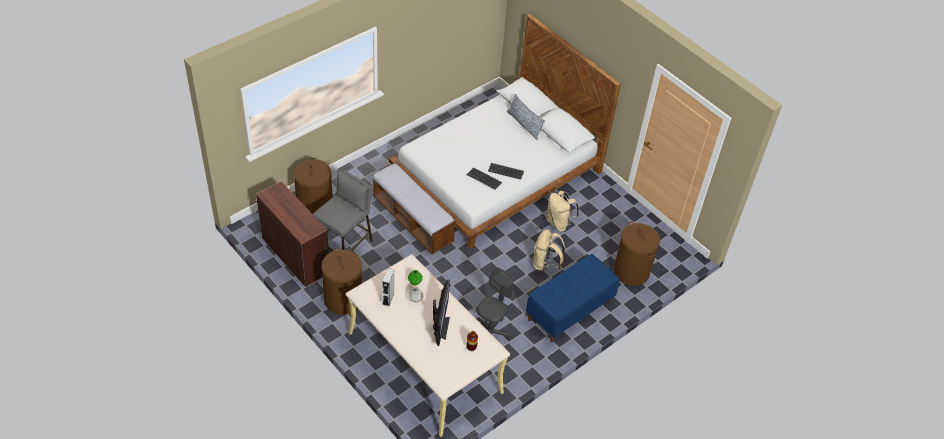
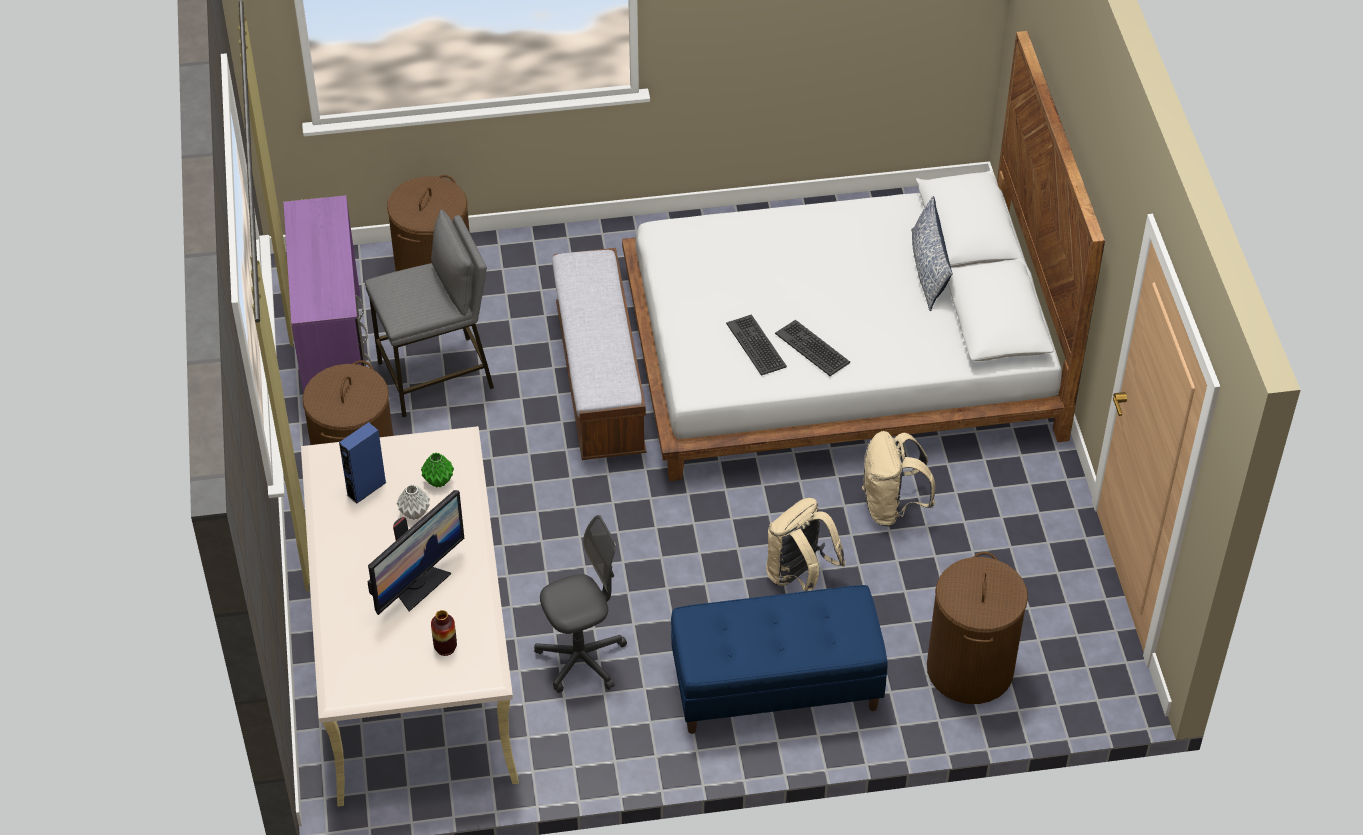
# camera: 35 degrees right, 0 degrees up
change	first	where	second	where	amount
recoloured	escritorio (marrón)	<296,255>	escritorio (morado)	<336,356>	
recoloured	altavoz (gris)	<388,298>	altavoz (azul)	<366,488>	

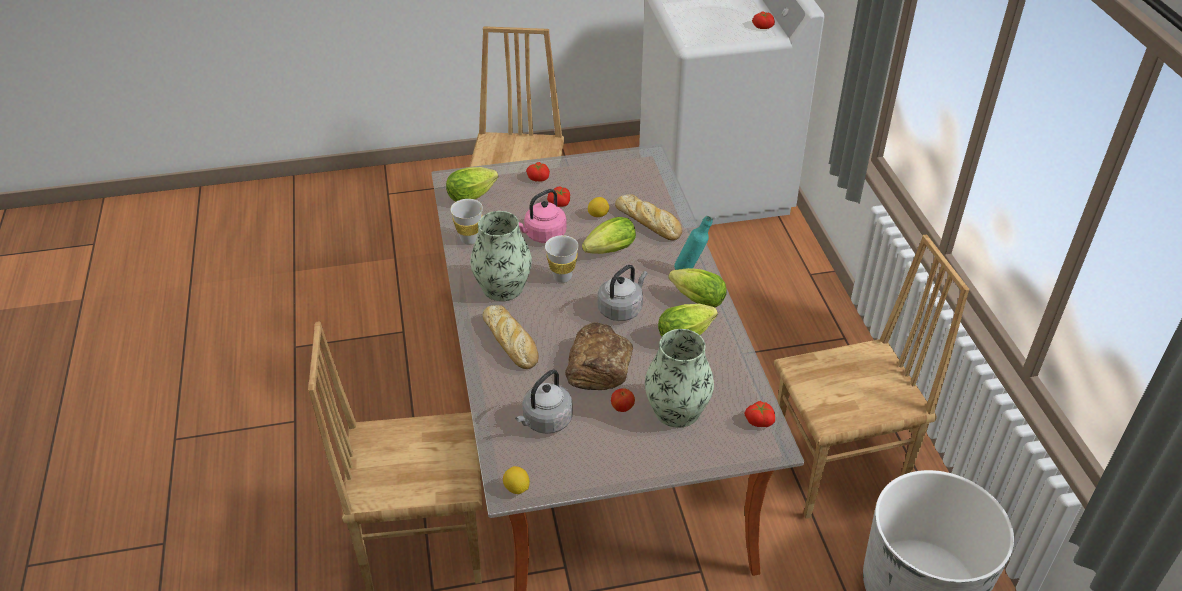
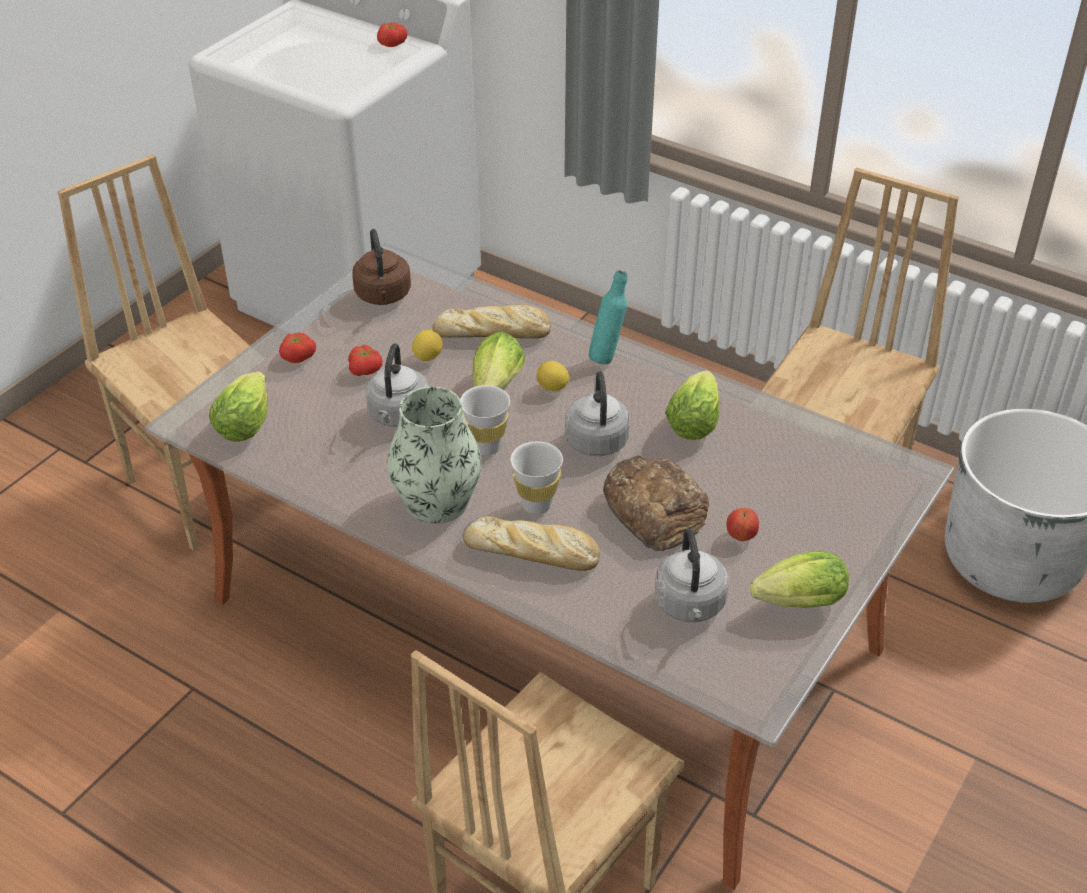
# camera: 45 degrees left, 0 degrees up
change	first	where	second	where	amount
moved	taza (blanco)	<469,239>		<536,505>	
moved	limón	<516,488>		<552,388>	
recoloured	hervidor (rosa)	<543,235>	hervidor (gris)	<398,416>	
removed	florero	<677,410>			
moved	lechuga	<694,299>		<795,603>	
removed	tomate	<759,420>			
added			hervidor (marrón)	<383,296>	

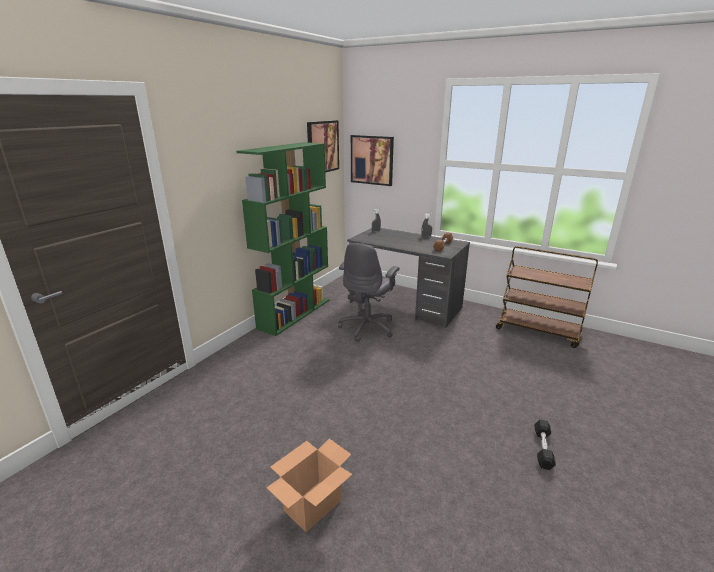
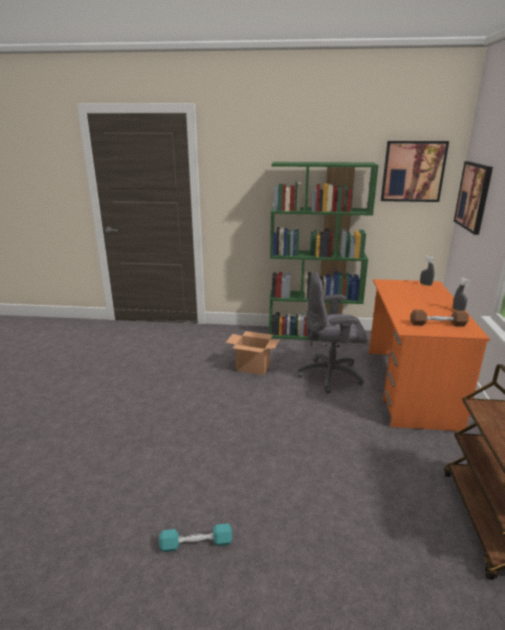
# camera: 65 degrees right, 0 degrees up
change	first	where	second	where	amount
moved	caja de cartón	<312,506>		<252,367>	
recoloured	escritorio (gris)	<405,305>	escritorio (naranja)	<409,387>	
recoloured	mancuerna (negro)	<543,449>	mancuerna (turquesa)	<196,544>	

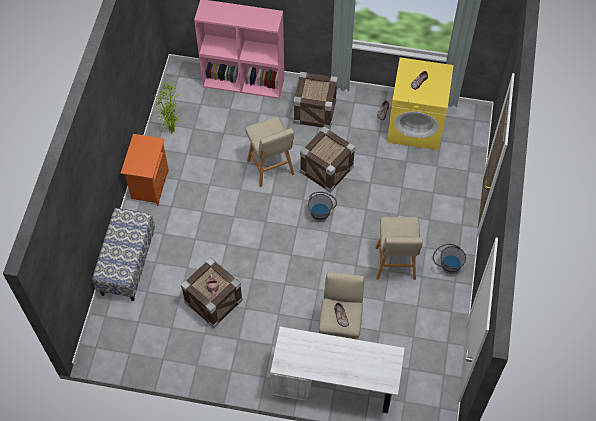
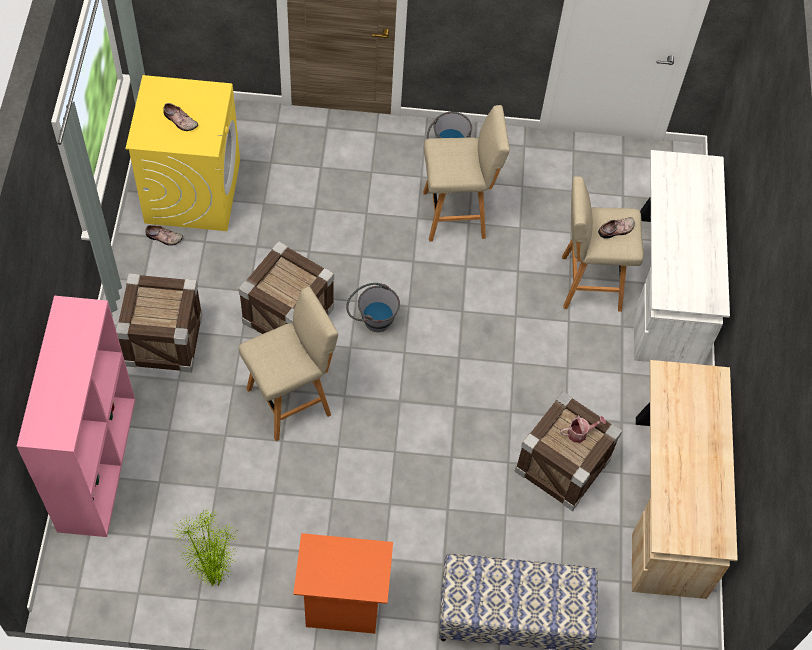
# camera: 100 degrees left, 0 degrees up
change	first	where	second	where	amount
added			escritorio (beis)	<669,500>	

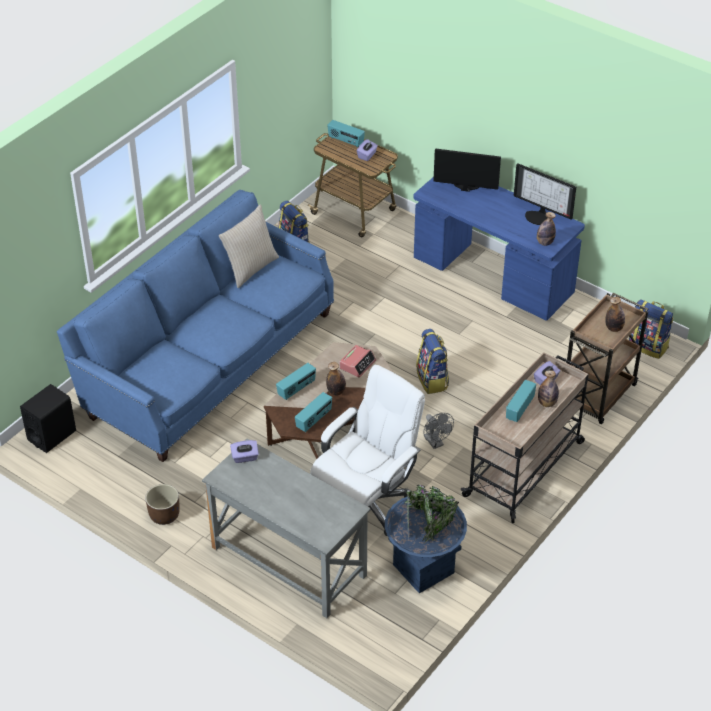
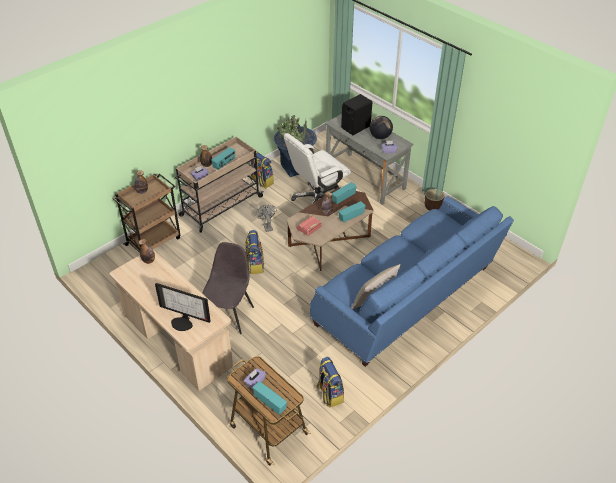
# camera: 170 degrees left, 0 degrees up
change	first	where	second	where	amount
moved	altavoz (negro)	<52,435>		<355,127>	
recoloured	escritorio (azul)	<493,276>	escritorio (beis)	<177,341>	
removed	monitor	<539,216>			
moved	mochila	<648,346>		<261,181>	
added			silla (gris)	<229,314>	
added			globo terráqueo	<380,137>	

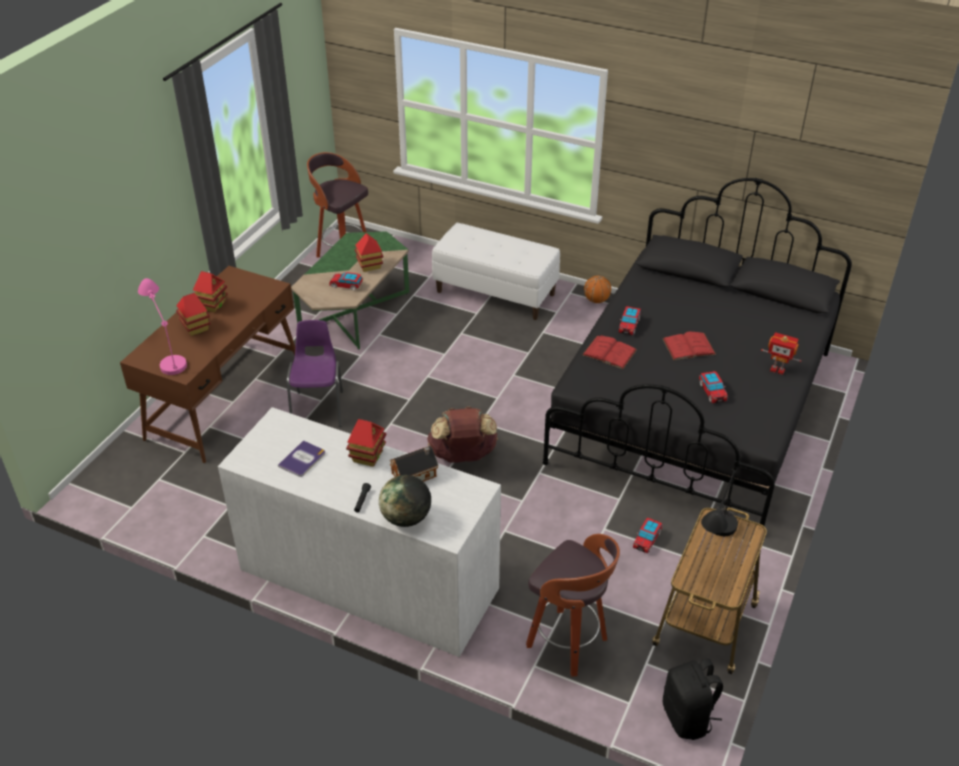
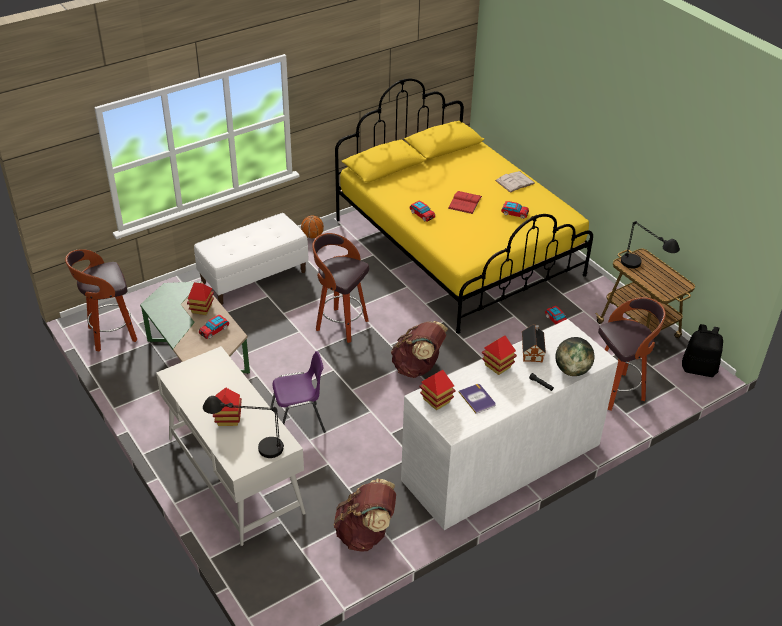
# camera: 60 degrees left, 0 degrees up
change	first	where	second	where	amount
recoloured	escritorio (marrón)	<225,398>	escritorio (blanco)	<235,474>	
recoloured	lámpara de mesa (rosa)	<167,353>	lámpara de mesa (negro)	<248,447>	
moved	casita	<212,305>		<436,400>	
turned	silla (morado)	<318,408>		<299,422>	135 degrees clockwise
recoloured	cama (negro)	<693,407>	cama (amarillo)	<457,247>	
removed	libro (rojo)	<609,352>			
replaced	robot de juguete	<777,369>	libro (blanco)	<515,182>	
added			taburete	<340,325>	
added			mochila (marrón)	<365,534>	

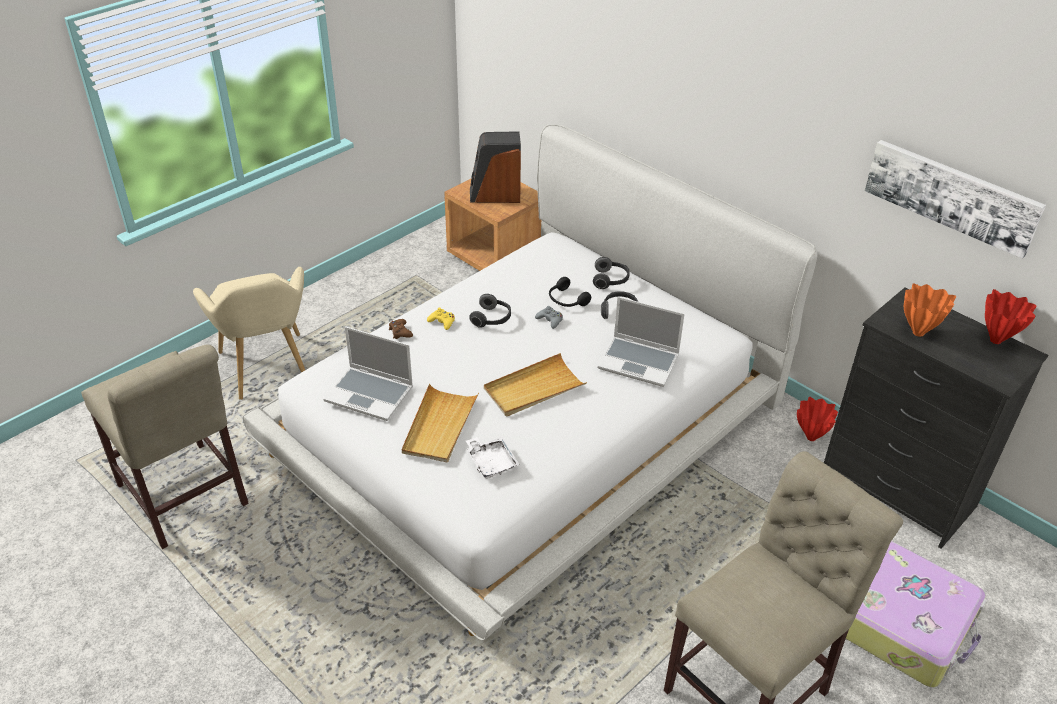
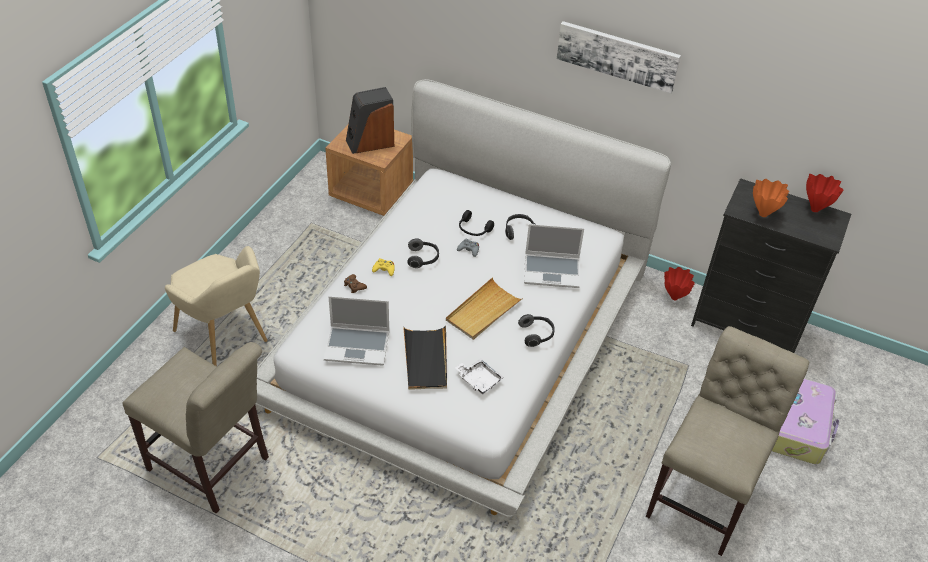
# camera: 20 degrees left, 5 degrees up
change	first	where	second	where	amount
recoloured	bandeja (beis)	<439,426>	bandeja (negro)	<426,360>	
moved	auriculares	<611,280>		<536,335>	
moved	cuadro	<951,196>		<617,55>	

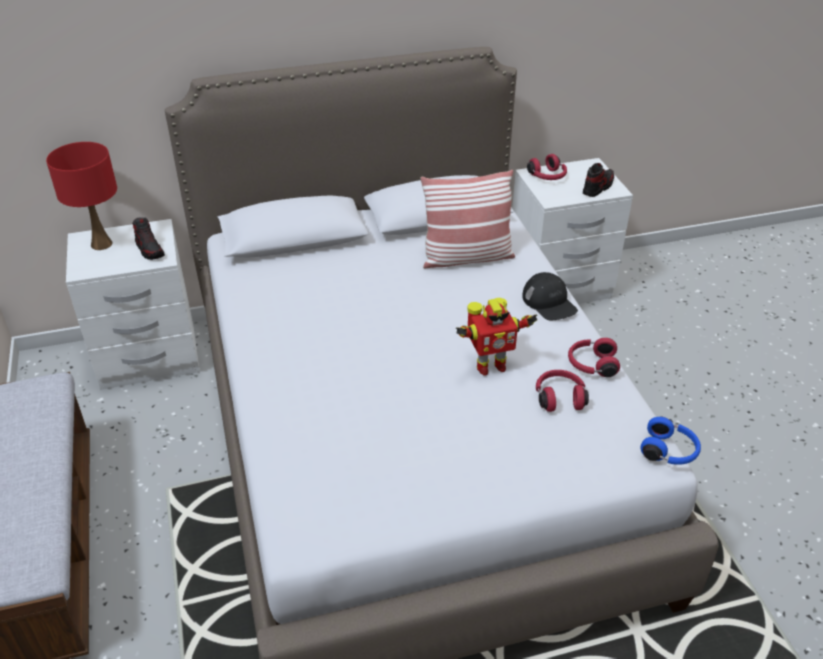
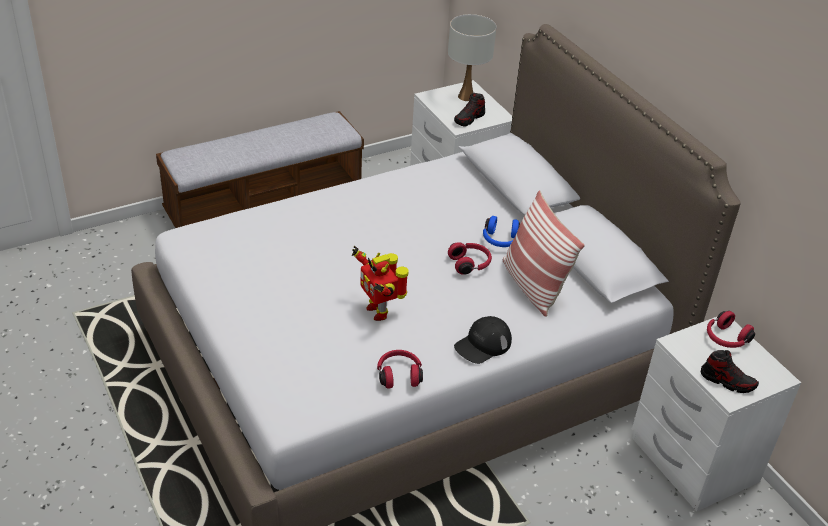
# camera: 75 degrees right, 0 degrees up
change	first	where	second	where	amount
recoloured	lámpara de mesa (rojo)	<101,244>	lámpara de mesa (blanco)	<466,96>	
moved	auriculares (rojo)	<559,397>		<470,264>	
moved	auriculares (azul)	<669,451>		<501,240>	

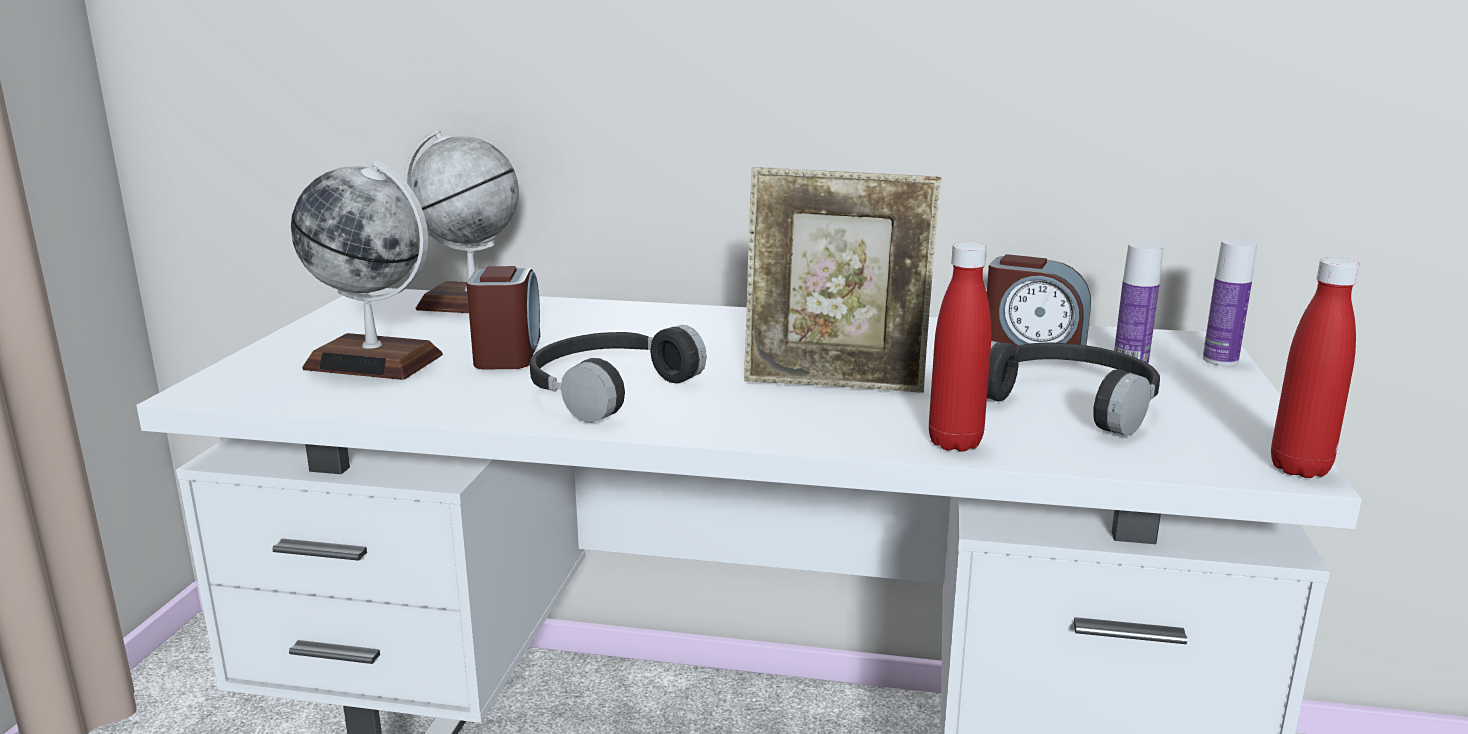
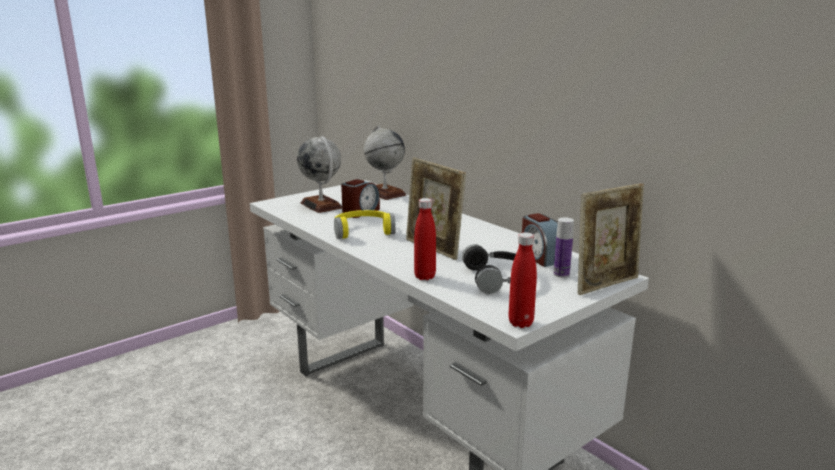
# camera: 40 degrees right, 0 degrees up
change	first	where	second	where	amount
recoloured	auriculares (negro)	<606,389>	auriculares (amarillo)	<363,231>	
replaced	botella	<1220,360>	portarretratos	<606,284>	

